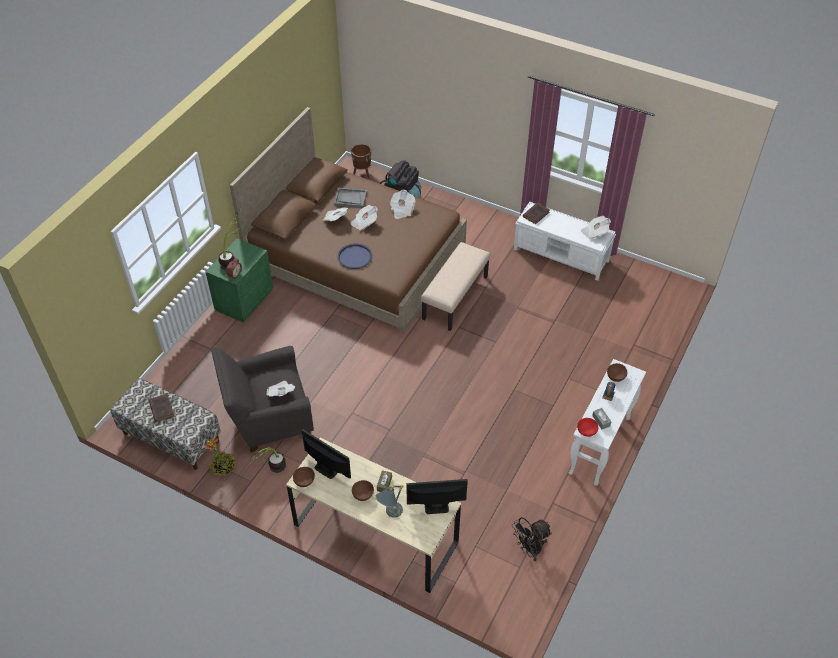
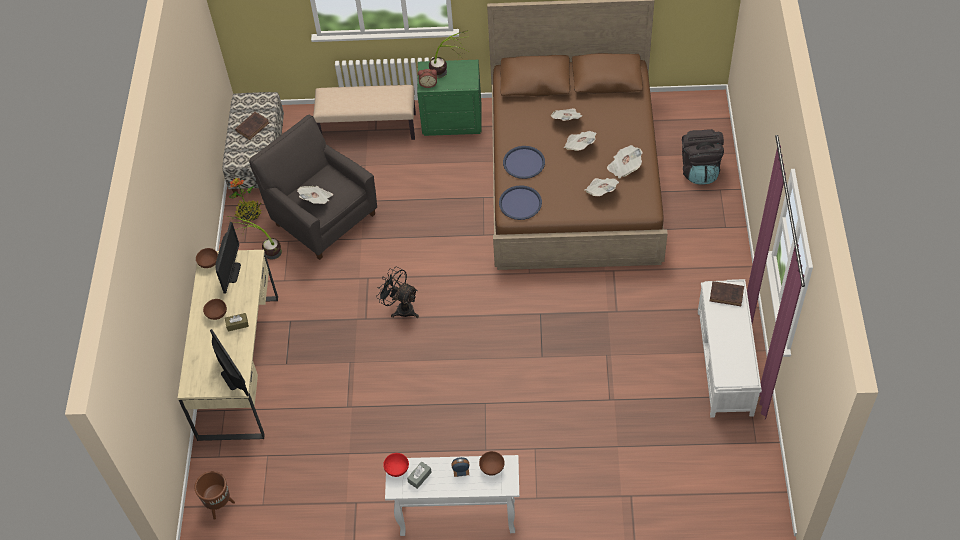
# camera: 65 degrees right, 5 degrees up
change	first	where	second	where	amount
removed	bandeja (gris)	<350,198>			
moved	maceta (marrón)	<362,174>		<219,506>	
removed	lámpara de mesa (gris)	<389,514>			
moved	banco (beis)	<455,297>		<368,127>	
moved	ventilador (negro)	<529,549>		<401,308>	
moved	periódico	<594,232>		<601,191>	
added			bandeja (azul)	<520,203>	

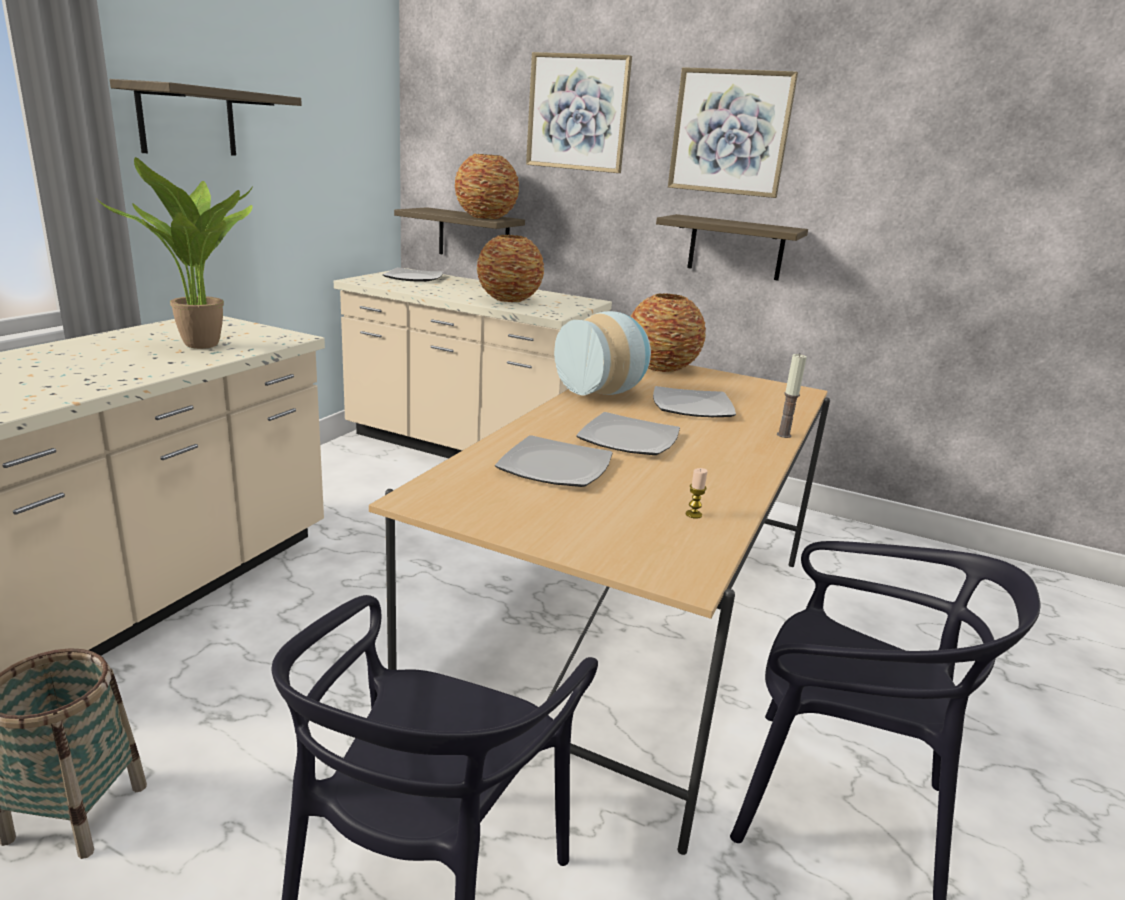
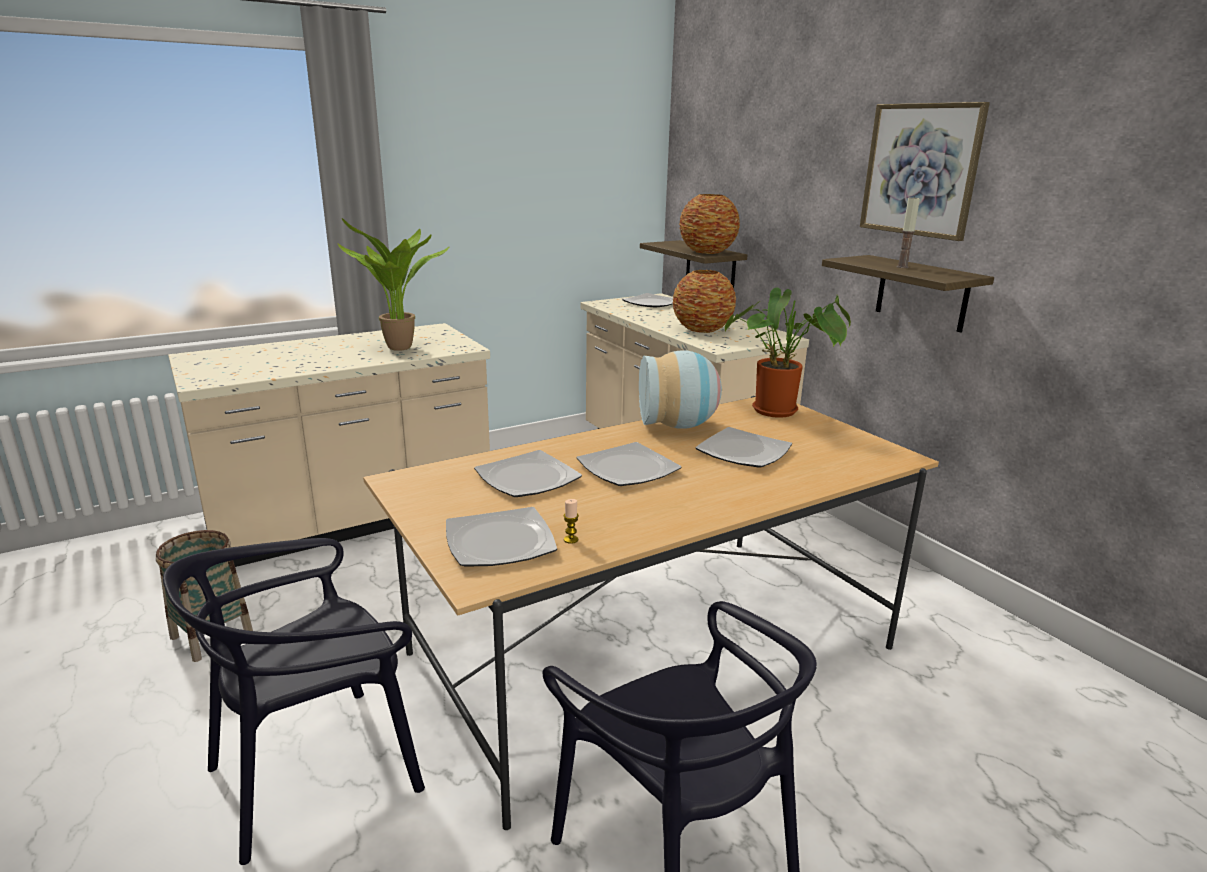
# camera: 35 degrees right, 0 degrees up
change	first	where	second	where	amount
removed	estante	<187,121>			
removed	cuadro	<577,113>			
replaced	florero	<662,368>	planta en maceta	<780,411>	
moved	vela	<783,435>		<902,267>	
added			plato	<500,541>	

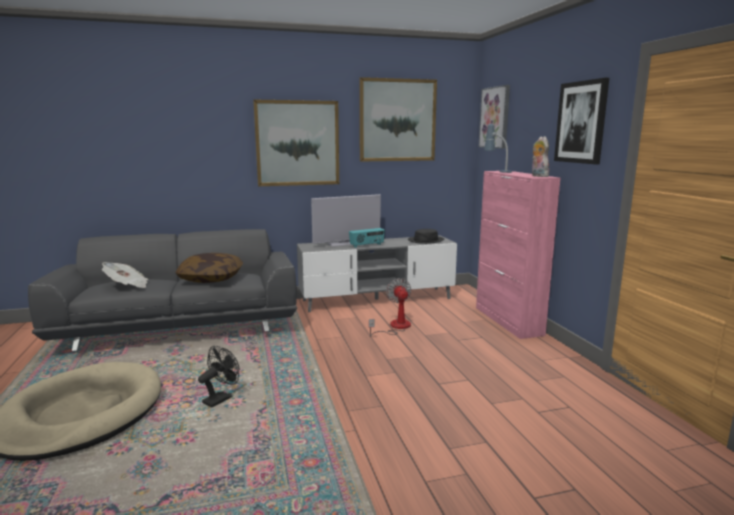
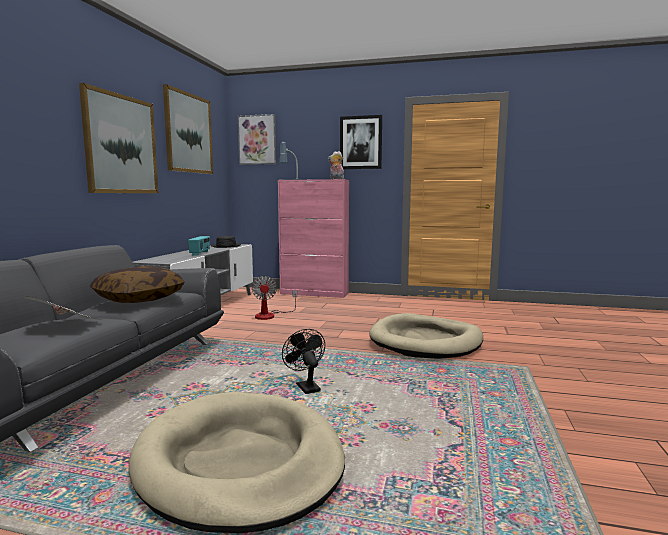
# camera: 60 degrees left, 5 degrees down
change	first	where	second	where	amount
removed	televisor	<346,243>			
turned	ventilador	<395,327>		<270,315>	120 degrees counterclockwise
added			cama para perro (beis)	<426,341>	

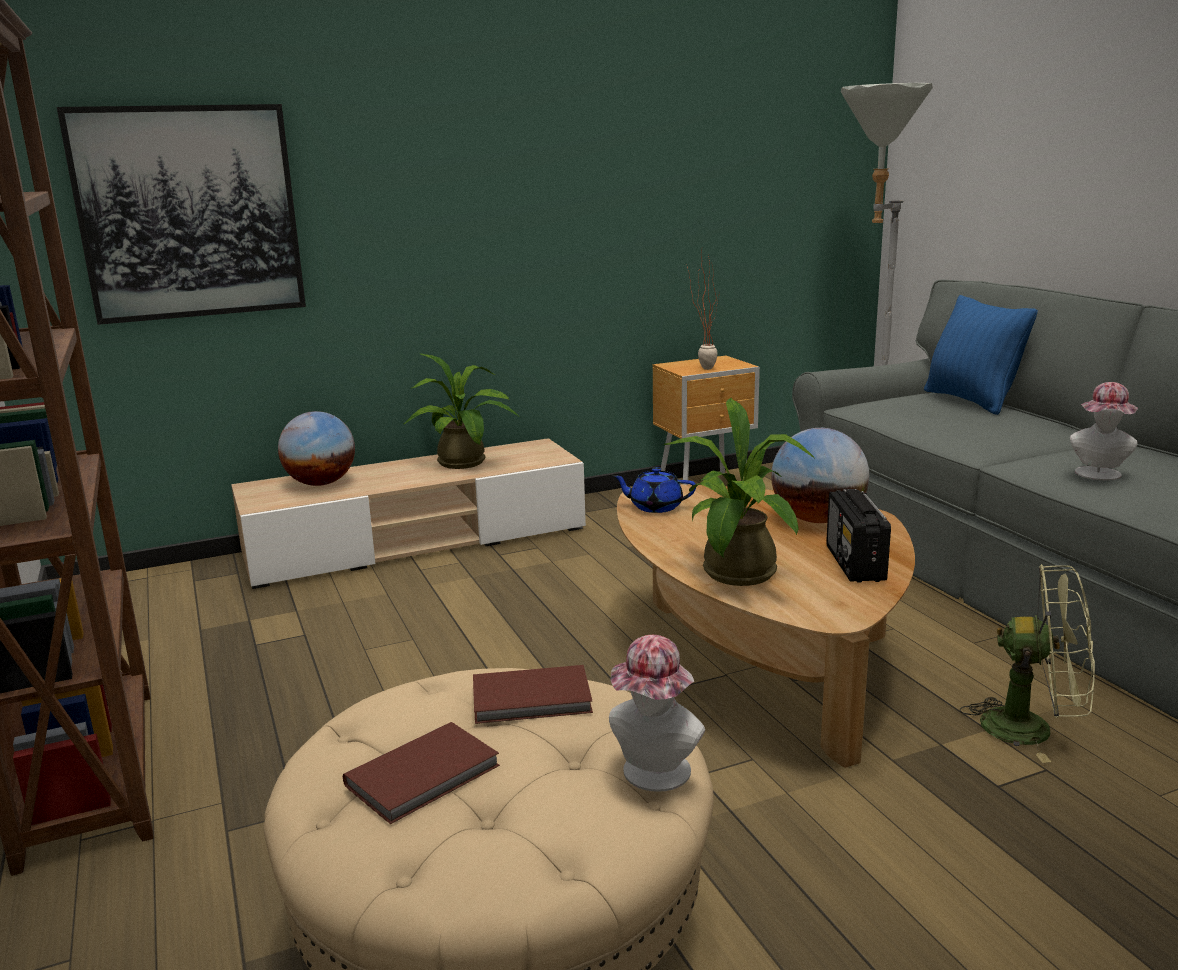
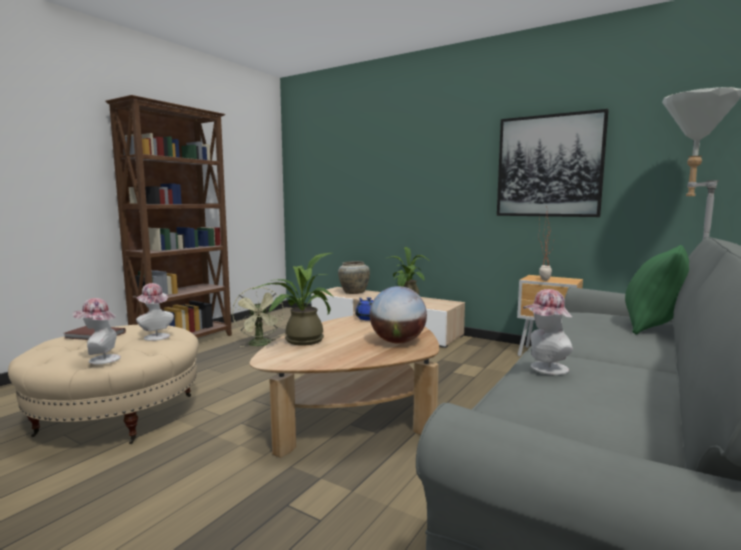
# camera: 55 degrees right, 10 degrees down
change	first	where	second	where	amount
moved	cuadro	<189,213>		<549,166>	
replaced	globo terráqueo	<320,483>	florero (beis)	<353,292>	
replaced	libro (marrón)	<533,699>	sombrero	<155,336>	
removed	radio	<855,564>			
recoloured	cojín (azul)	<971,401>	cojín (verde)	<653,326>	
moved	ventilador (verde)	<1032,729>		<260,345>	

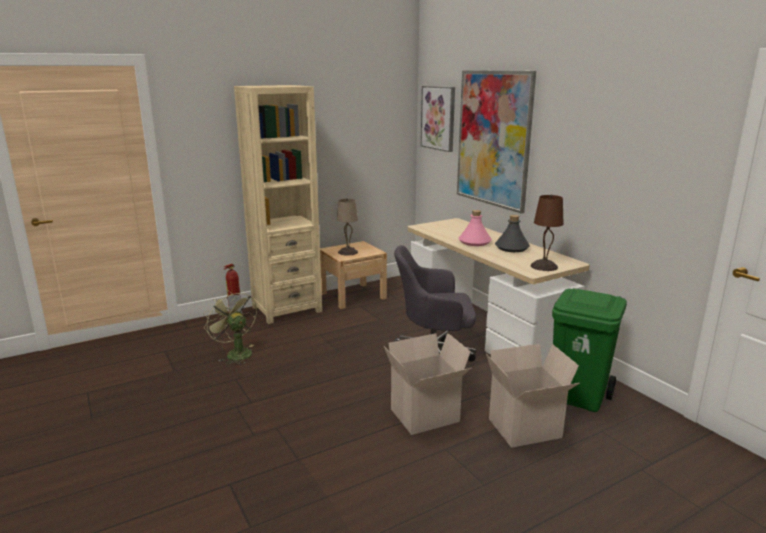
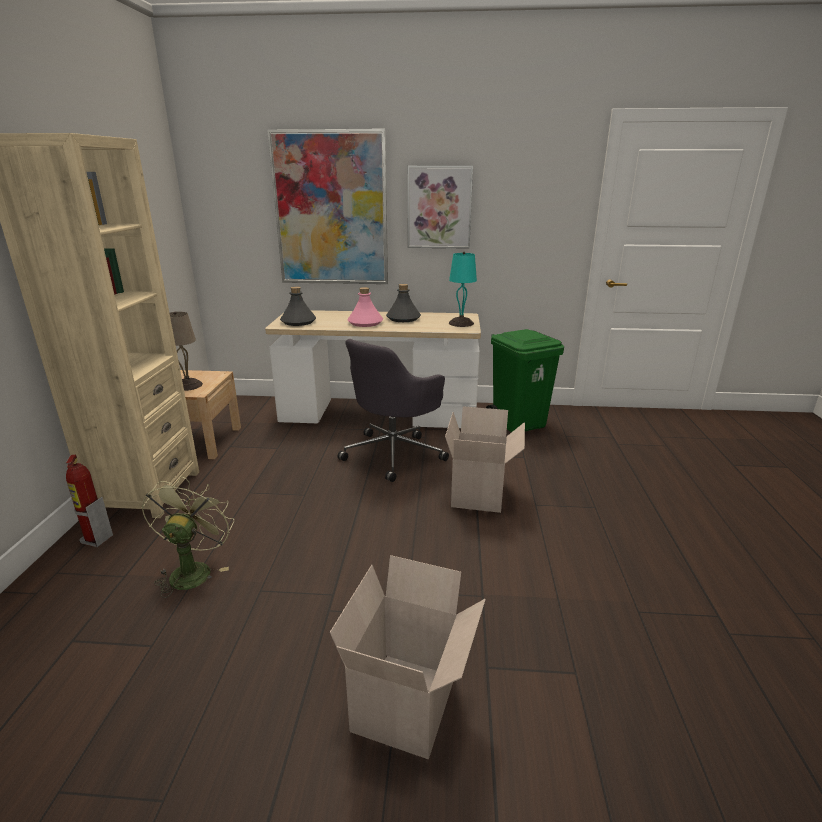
# camera: 55 degrees left, 5 degrees up
change	first	where	second	where	amount
turned	ventilador (verde)	<235,353>		<193,570>	105 degrees clockwise
moved	cuadro	<438,118>		<439,207>	
moved	caja de cartón	<524,430>		<407,706>	
recoloured	lámpara de mesa (marrón)	<544,266>	lámpara de mesa (turquesa)	<461,323>	
added			botella (gris)	<298,322>	

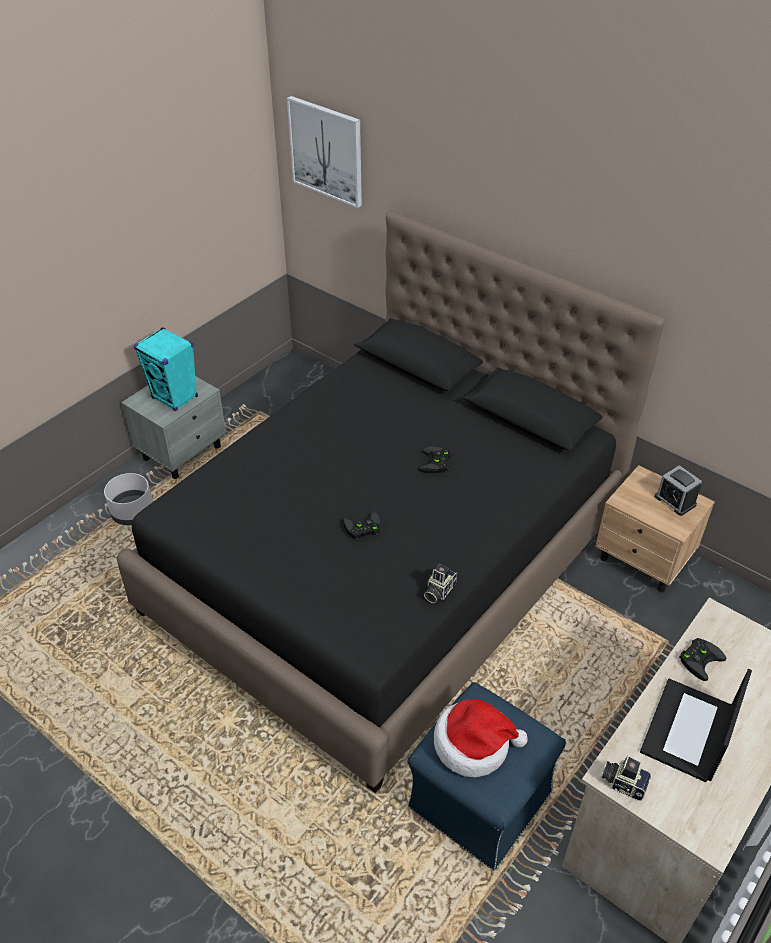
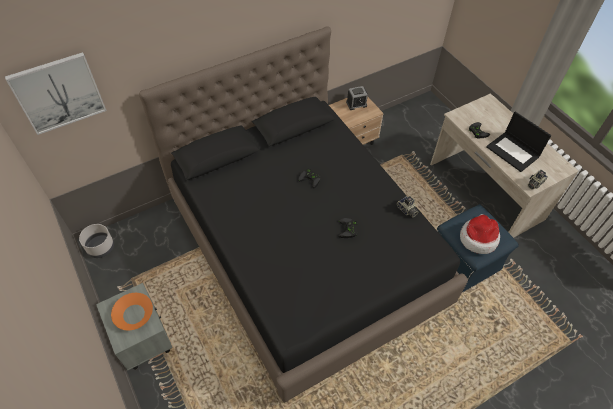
# camera: 70 degrees left, 10 degrees up
change	first	where	second	where	amount
moved	maceta (gris)	<132,512>		<100,248>	
replaced	altavoz (turquesa)	<175,397>	cuenco (naranja)	<134,314>	

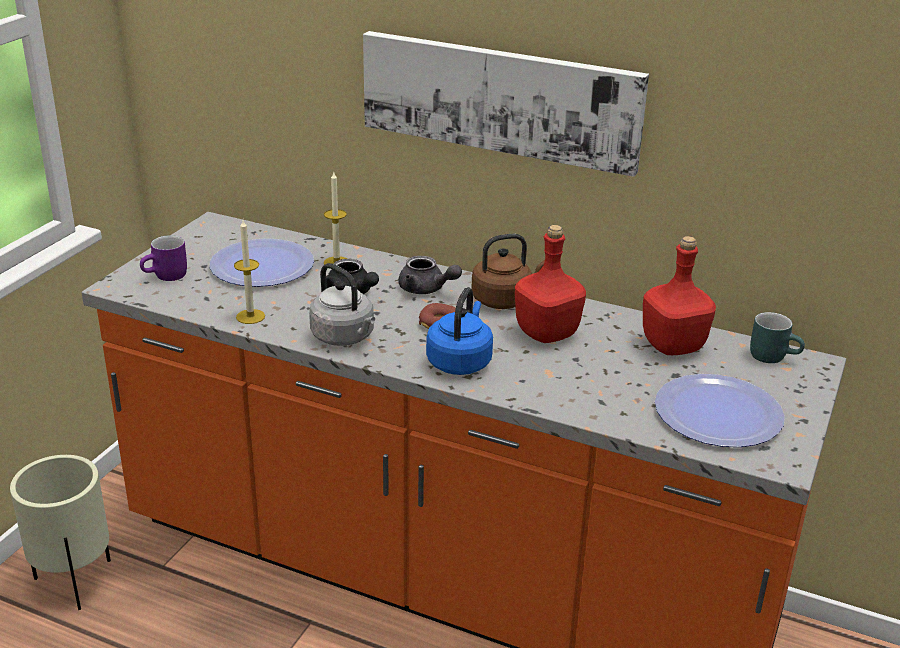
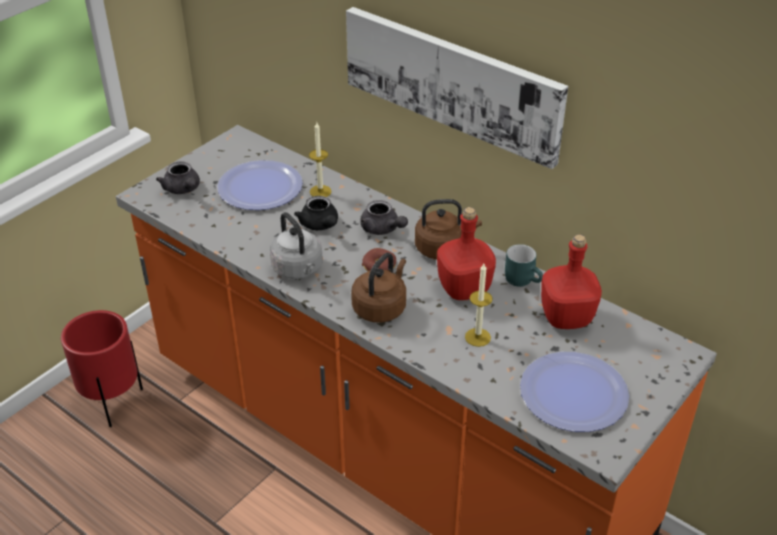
# camera: 15 degrees right, 10 degrees up
change	first	where	second	where	amount
recoloured	maceta (beis)	<76,583>	maceta (rojo)	<113,403>	
replaced	taza grande (morado)	<167,277>	tetera (gris)	<183,189>	
moved	vela	<250,316>		<477,337>	
recoloured	hervidor (azul)	<460,361>	hervidor (marrón)	<381,307>	
moved	taza grande (turquesa)	<773,356>		<523,279>	

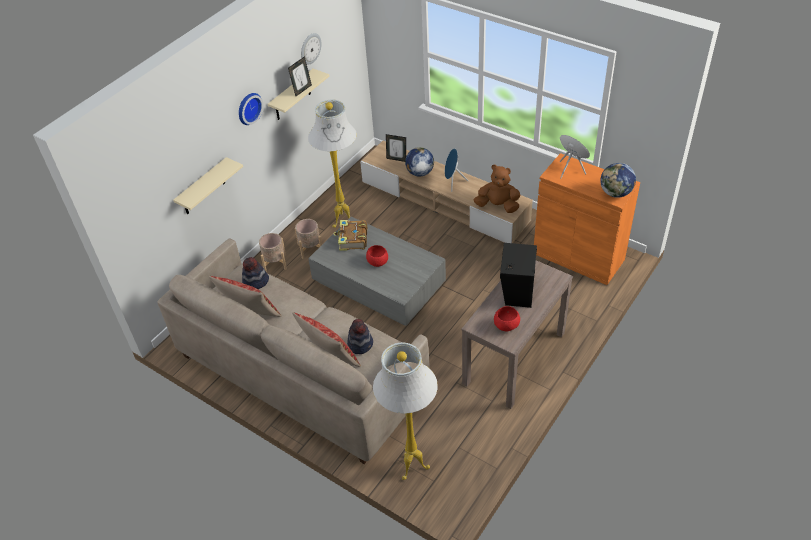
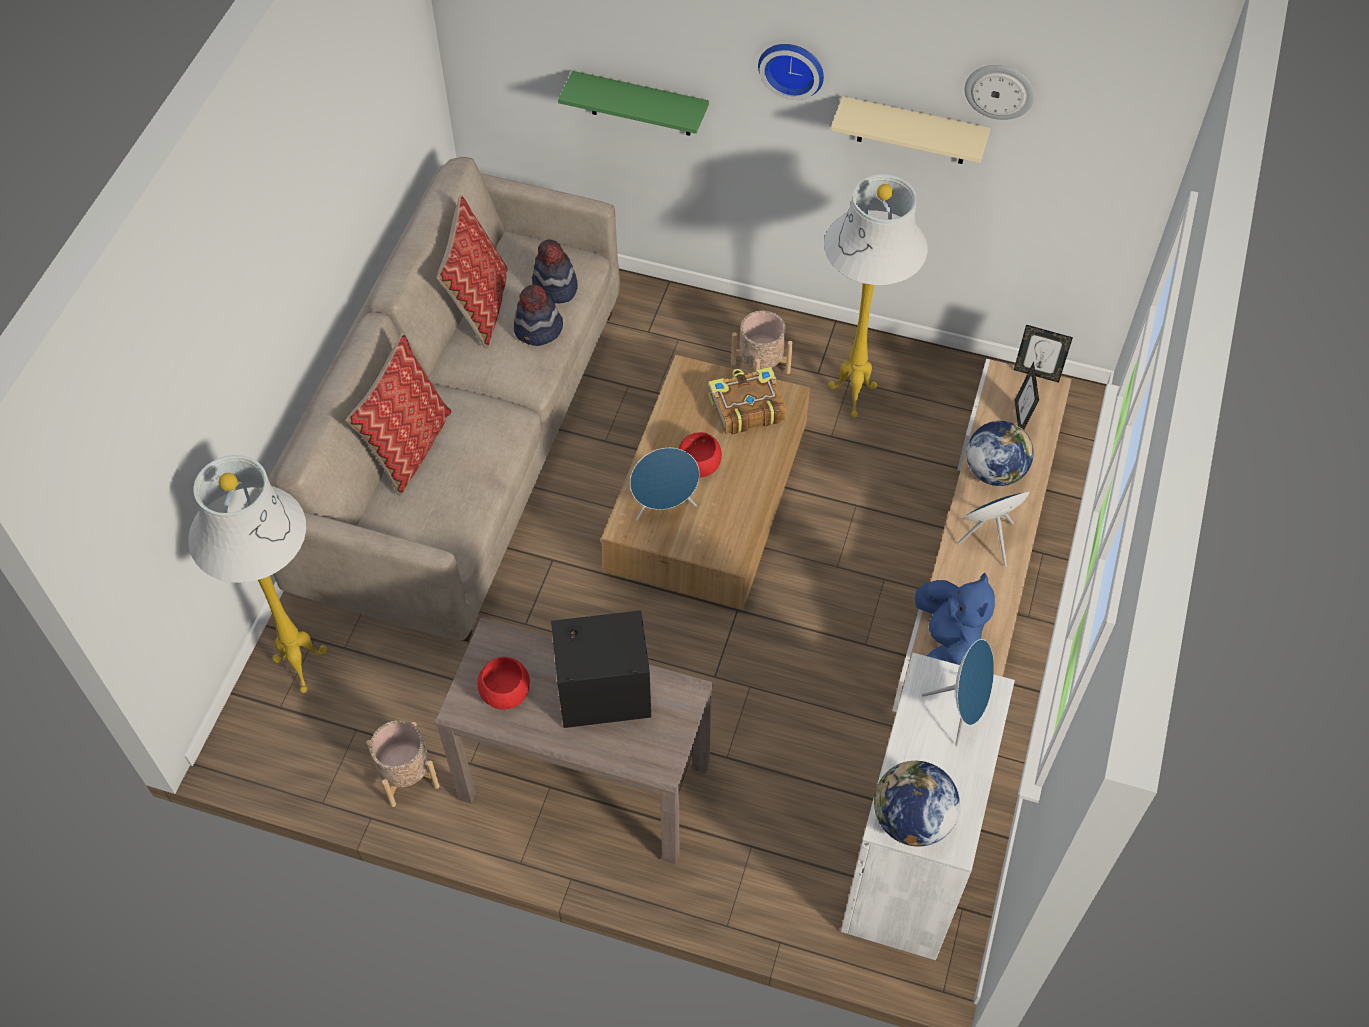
# camera: 70 degrees right, 10 degrees up
change	first	where	second	where	amount
recoloured	estante (beis)	<203,188>	estante (verde)	<640,104>	
moved	maceta (beis)	<275,263>		<407,775>	
moved	portarretratos	<302,90>		<1037,373>	
recoloured	mesa de centro (gris)	<378,283>	mesa de centro (marrón)	<708,501>	
moved	sombrero	<360,344>		<538,330>	
recoloured	peluche (marrón)	<497,206>	peluche (azul)	<947,641>	
recoloured	armario (naranja)	<578,256>	armario (blanco)	<909,857>	
added			altavoz (azul)	<664,507>	

